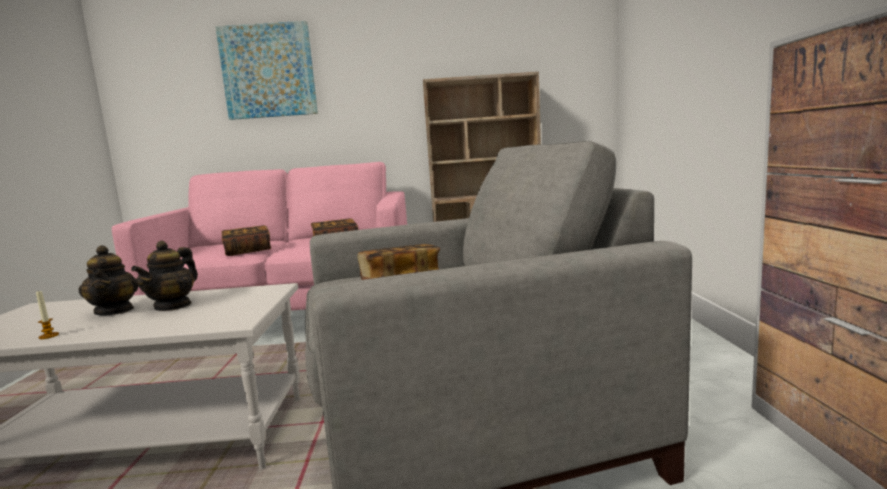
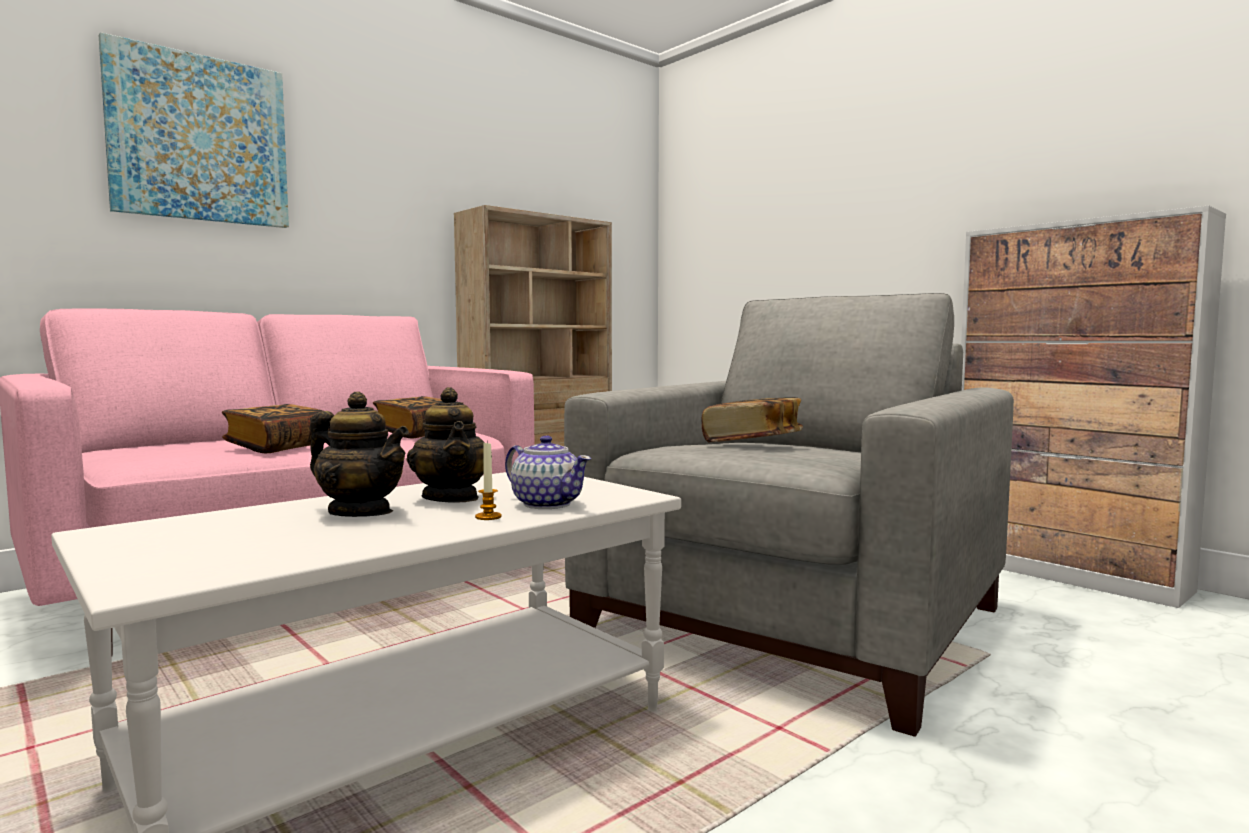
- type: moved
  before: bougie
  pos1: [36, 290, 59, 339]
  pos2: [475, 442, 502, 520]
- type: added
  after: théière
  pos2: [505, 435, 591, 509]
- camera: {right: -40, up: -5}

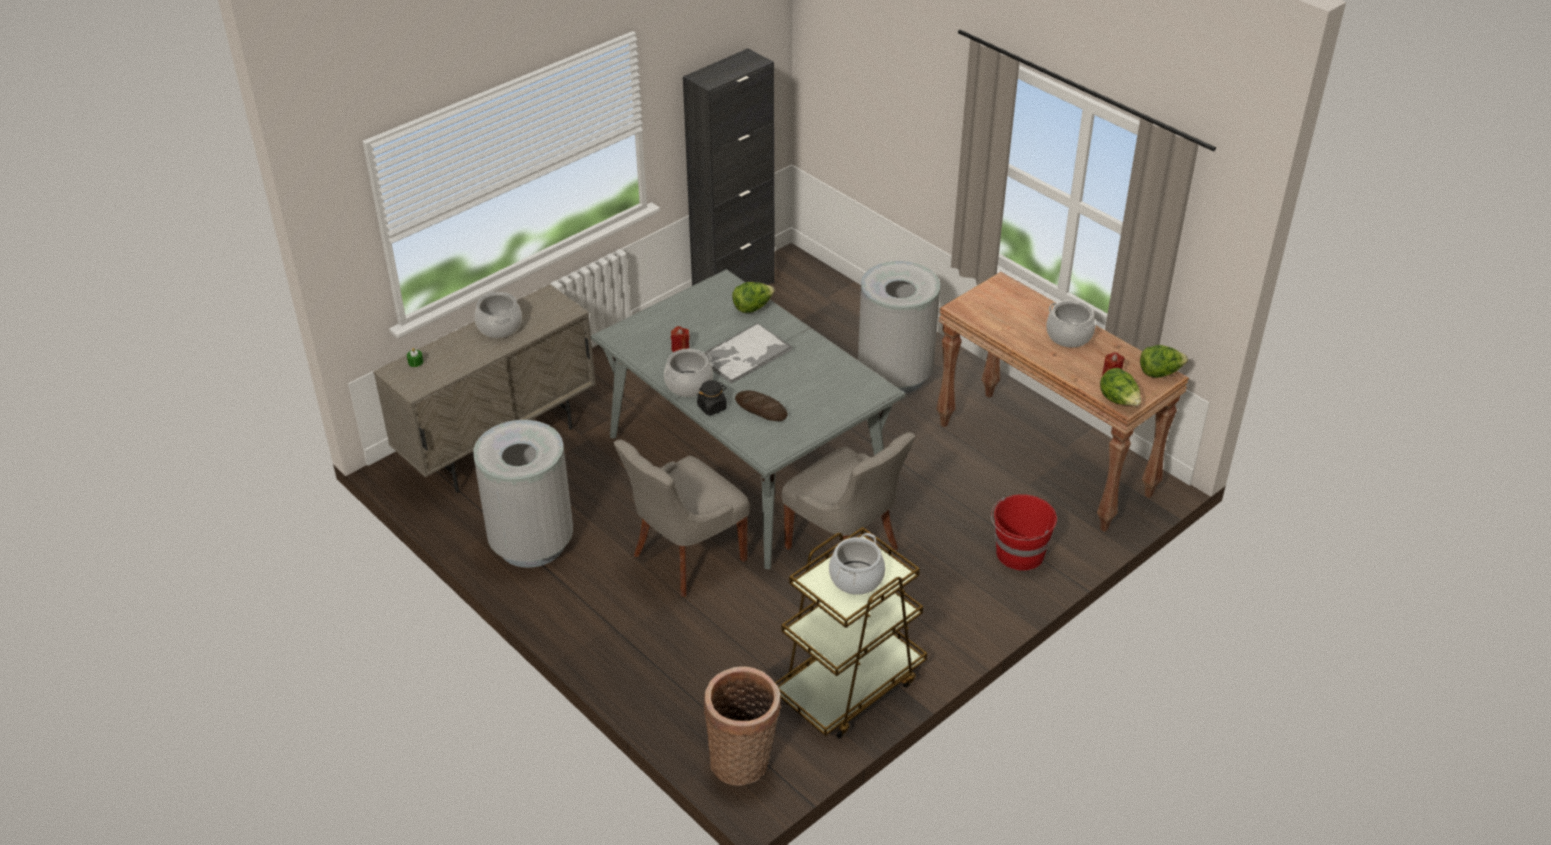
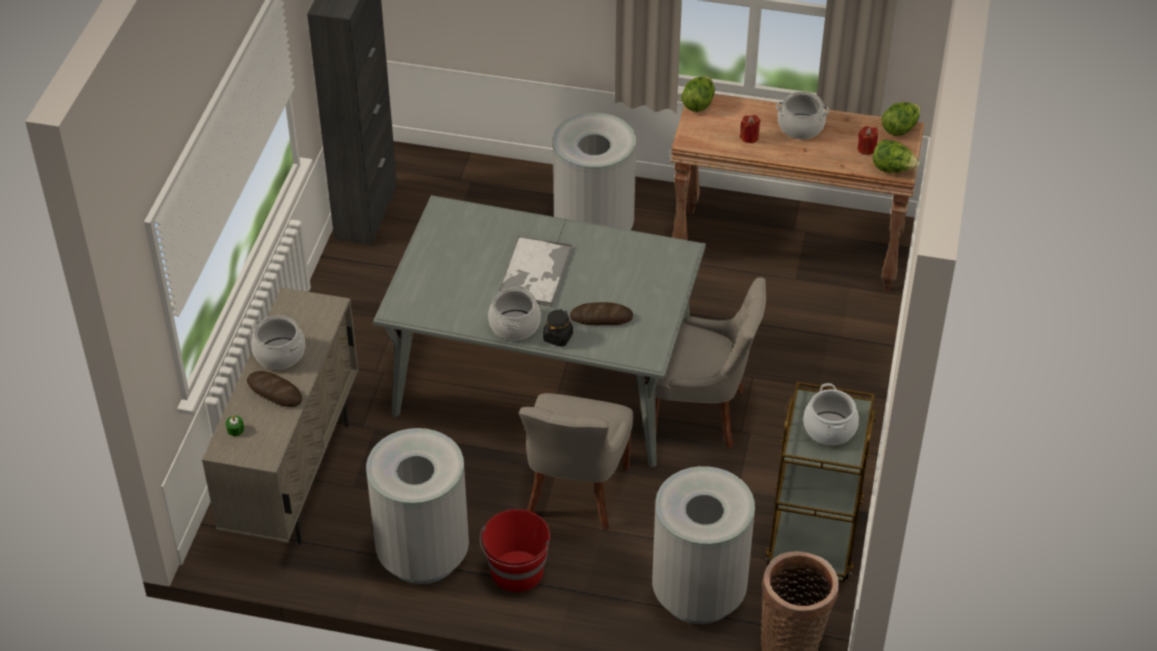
- type: moved
  before: laitue
  pos1: [732, 282, 775, 313]
  pos2: [681, 76, 715, 112]
- type: moved
  before: bougie [rouge]
  pos1: [671, 326, 690, 352]
  pos2: [740, 115, 760, 143]
- type: moved
  before: seau [rouge]
  pos1: [991, 494, 1057, 571]
  pos2: [480, 509, 550, 592]
- type: added
  after: pain
  pos2: [247, 371, 302, 407]
- type: added
  after: poubelle [gris]
  pos2: [652, 466, 755, 624]
- camera: {right: -35, up: 5}

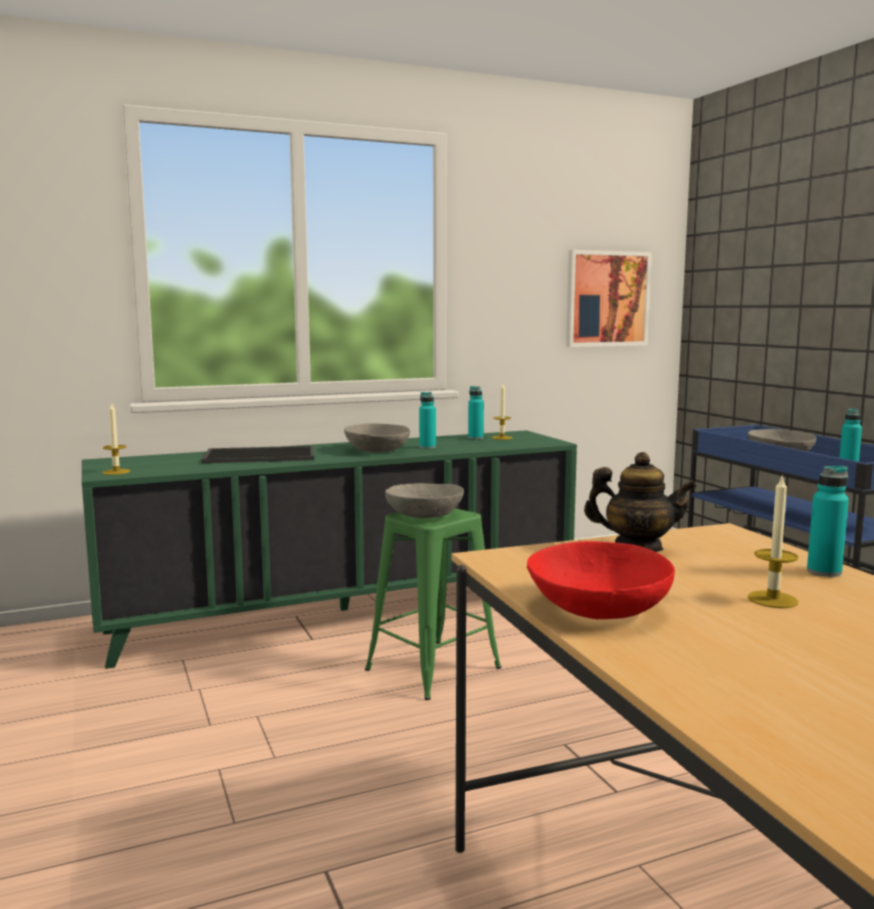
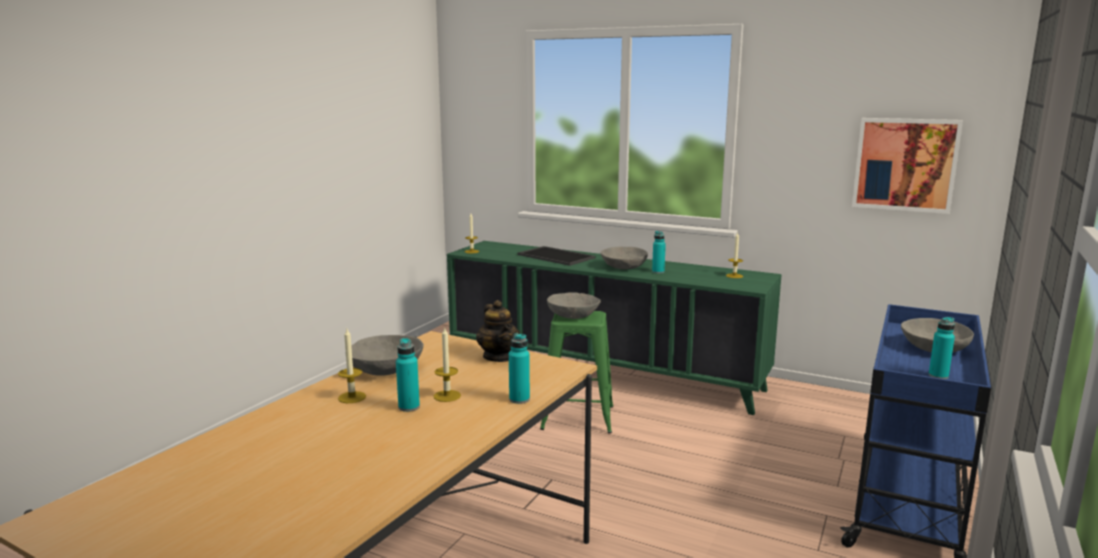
- type: moved
  before: bouteille [turquoise]
  pos1: [468, 386, 484, 440]
  pos2: [396, 338, 420, 412]
- type: recoloured
  before: bol [rouge]
  after: bol [gris]
  pos1: [527, 541, 675, 619]
  pos2: [351, 335, 424, 376]
- type: added
  after: bougie
  pos2: [338, 329, 366, 403]
- camera: {right: 50, up: 5}

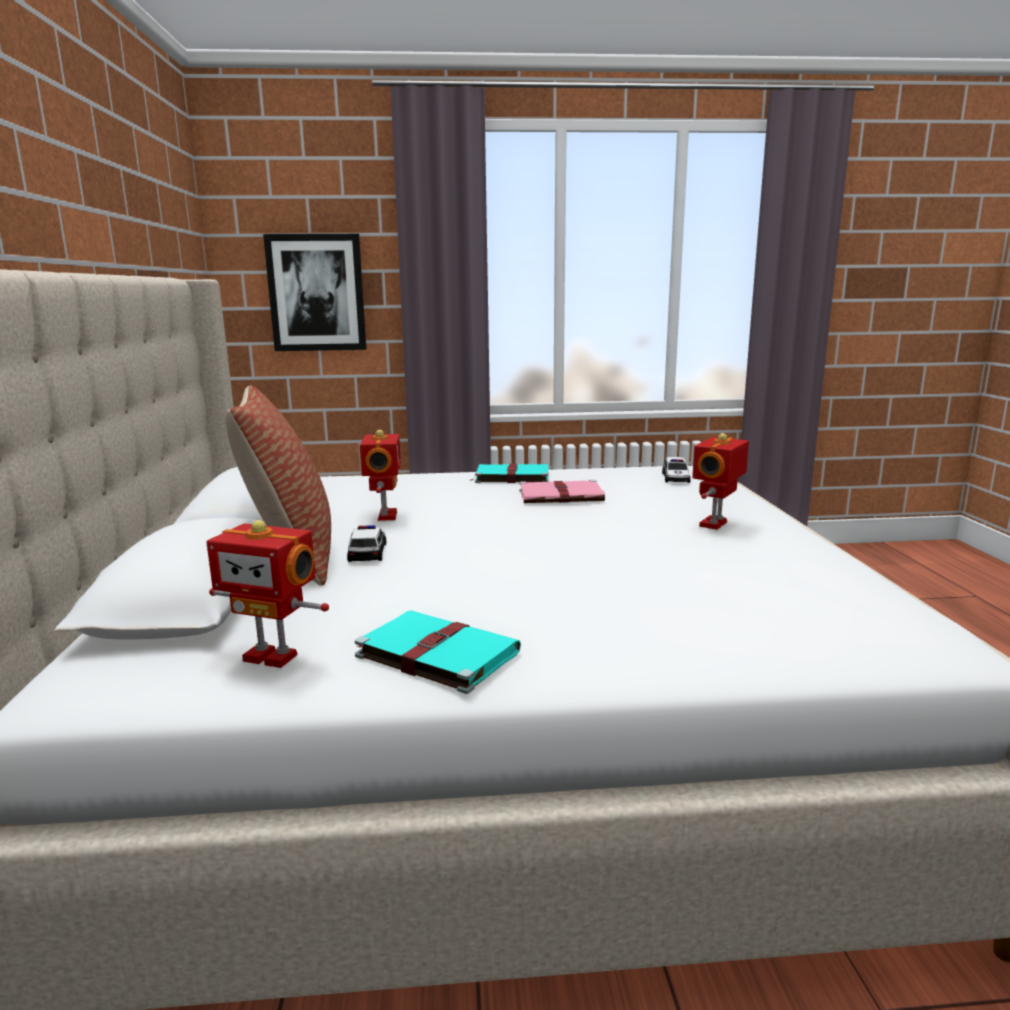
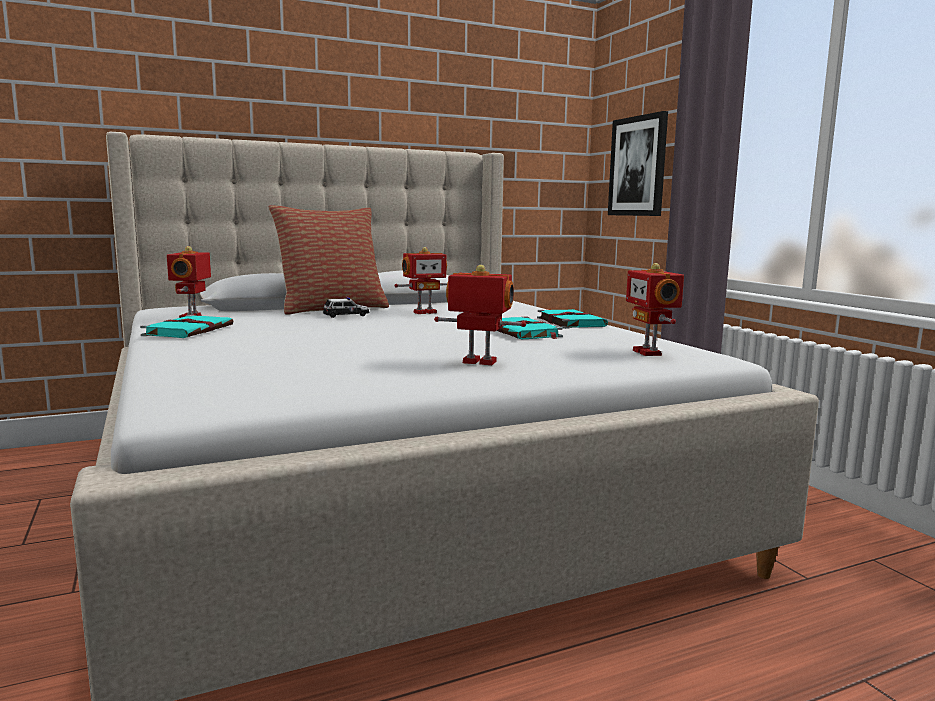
- type: replaced
  before: petite voiture
  after: robot jouet
  pos1: [662, 457, 691, 483]
  pos2: [626, 263, 684, 356]
- type: recoloured
  before: livre [rose]
  after: livre [turquoise]
  pos1: [520, 480, 605, 503]
  pos2: [497, 317, 563, 339]
- camera: {right: 70, up: -5}

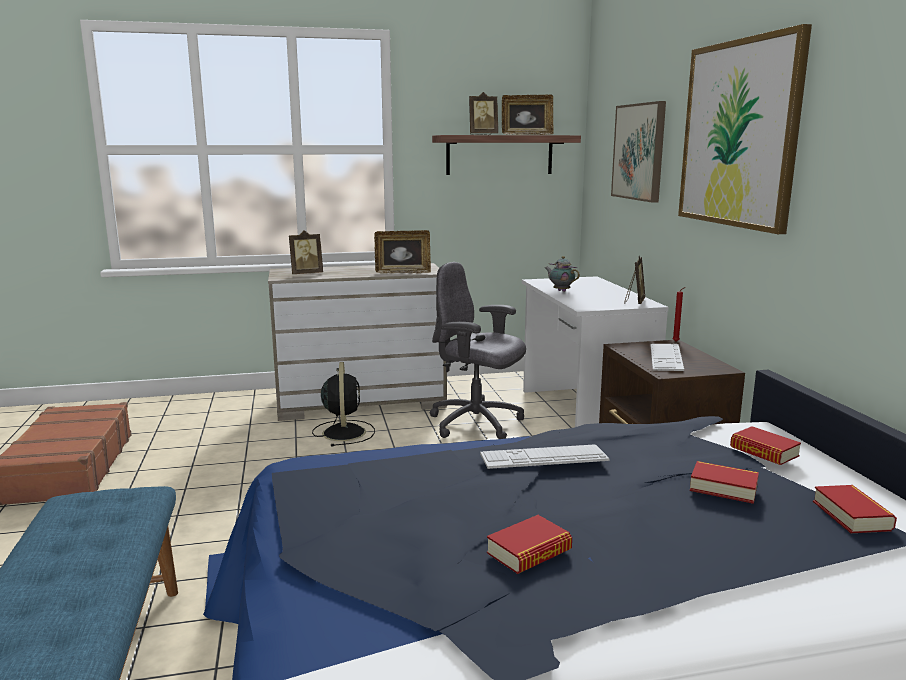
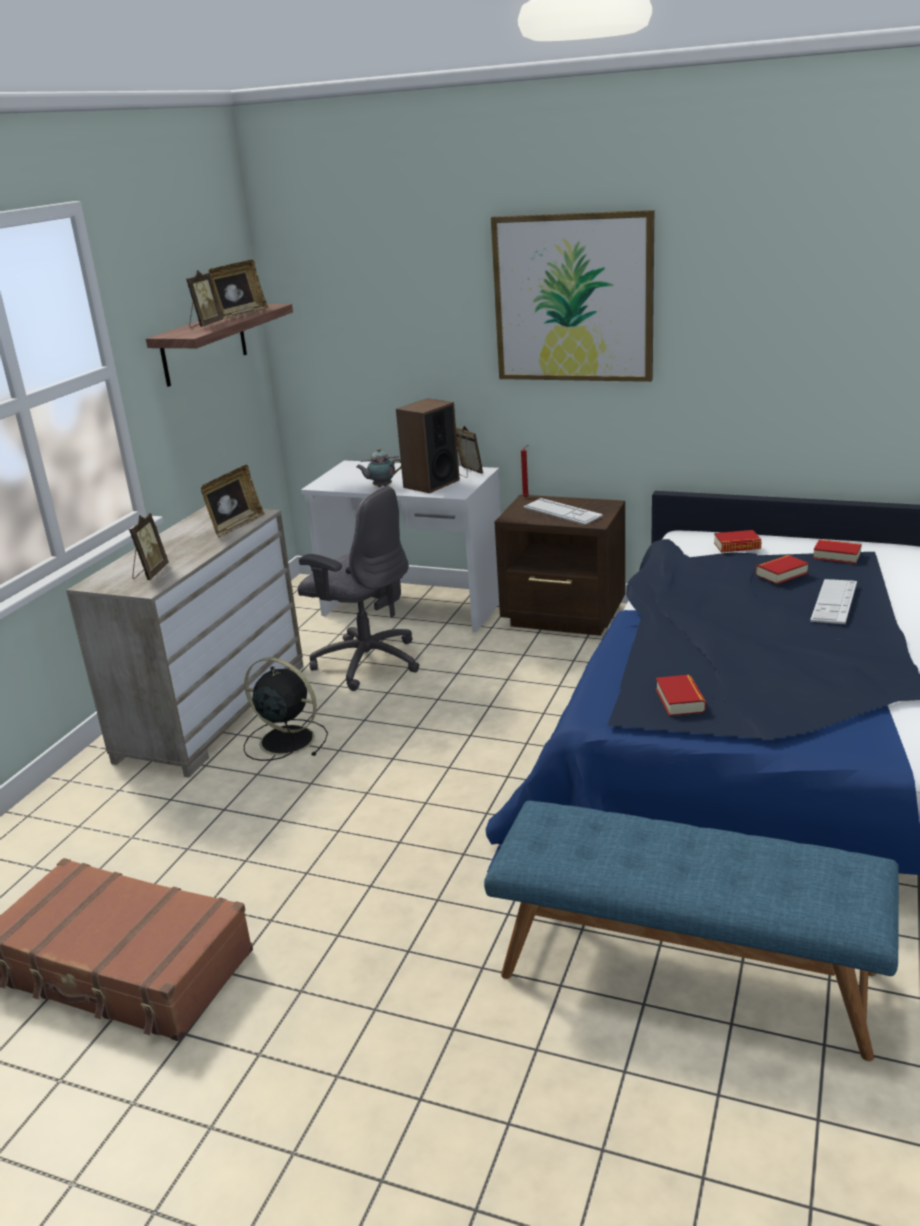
- type: removed
  before: tableau
  pos1: [611, 101, 666, 203]
- type: turned
  before: chaise de bureau [gris]
  pos1: [430, 262, 526, 439]
  pos2: [298, 486, 420, 691]
  turn: -120
- type: moved
  before: clavier
  pos1: [480, 444, 610, 469]
  pos2: [810, 579, 857, 624]
- type: moved
  before: livre
  pos1: [487, 515, 572, 574]
  pos2: [656, 675, 706, 716]
- type: added
  after: enceinte
  pos2: [396, 398, 460, 493]
- camera: {right: -55, up: 10}

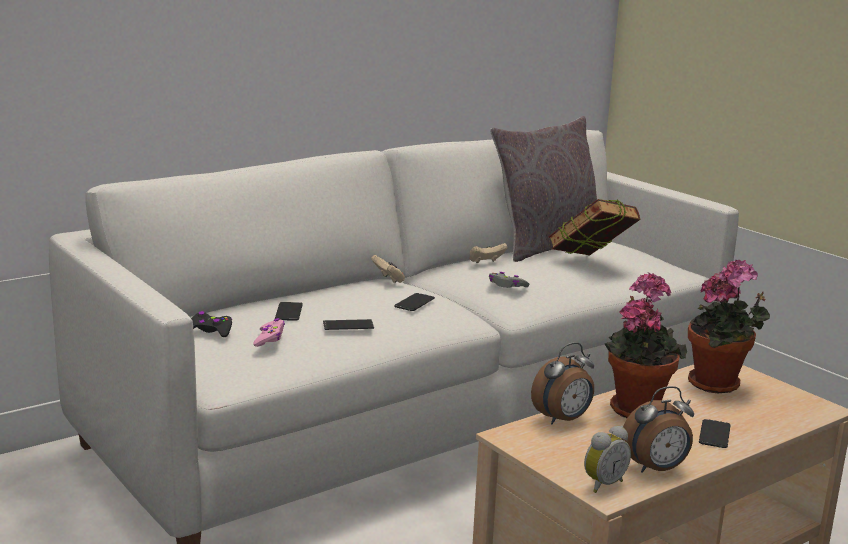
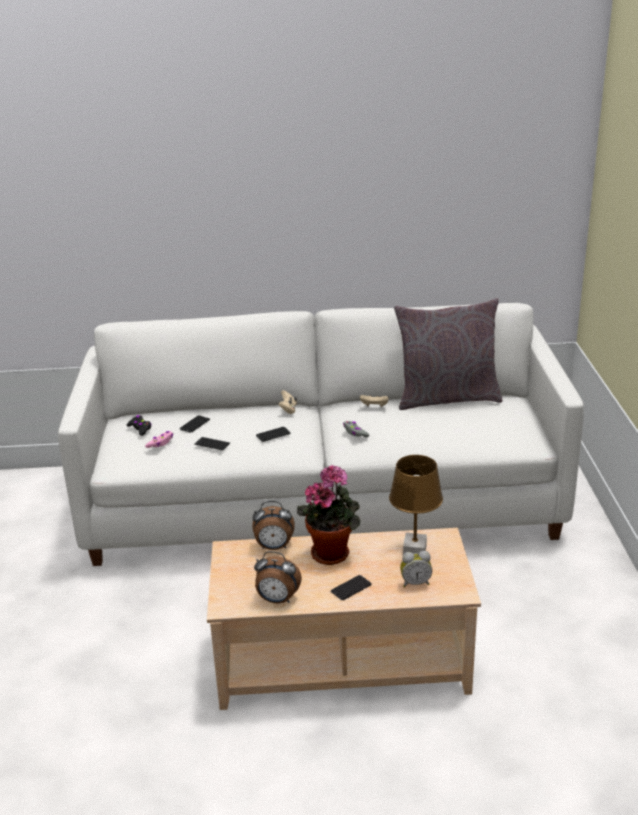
- type: removed
  before: livre
  pos1: [548, 199, 641, 255]
- type: replaced
  before: plante en pot
  after: lampe de table [marron]
  pos1: [688, 260, 770, 393]
  pos2: [389, 455, 443, 555]
- type: moved
  before: réveil
  pos1: [584, 426, 631, 493]
  pos2: [400, 551, 432, 587]
- camera: {right: 35, up: 10}

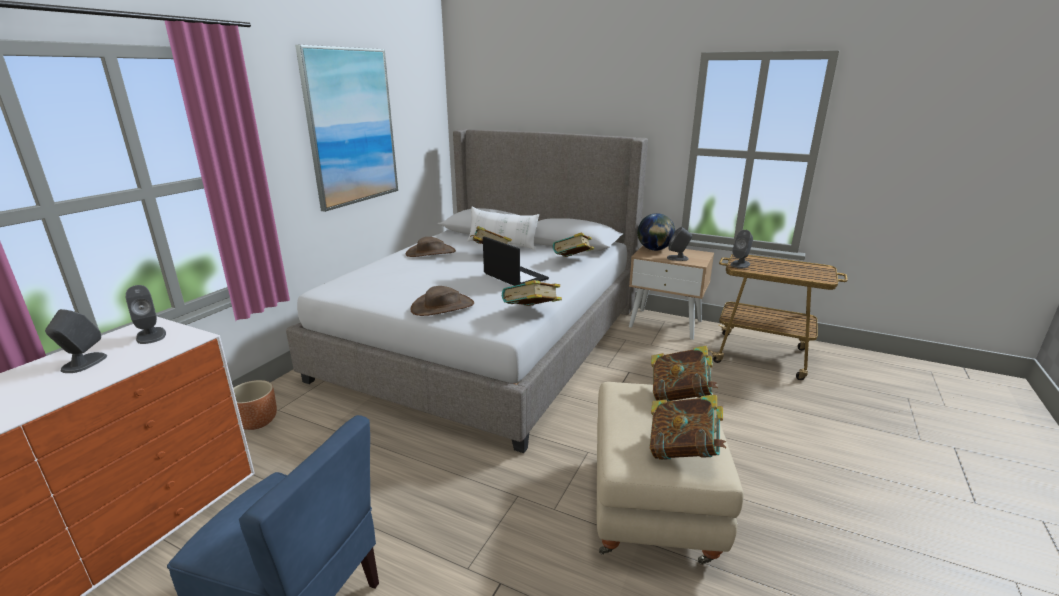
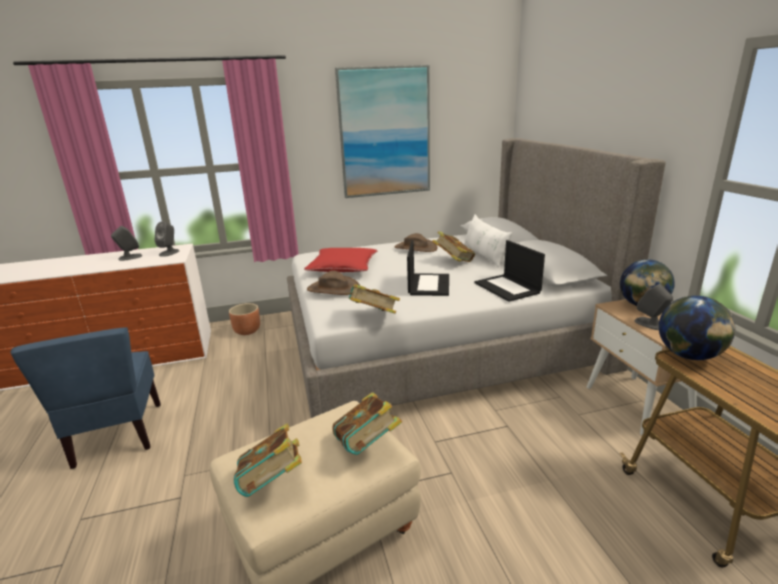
- type: replaced
  before: enceinte [gris]
  after: globe
  pos1: [731, 230, 753, 268]
  pos2: [659, 295, 735, 360]
- type: replaced
  before: livre
  after: ordinateur portable
  pos1: [553, 232, 594, 257]
  pos2: [474, 240, 545, 302]
- type: added
  after: coussin [rouge]
  pos2: [304, 248, 378, 272]
- camera: {right: 50, up: 0}

